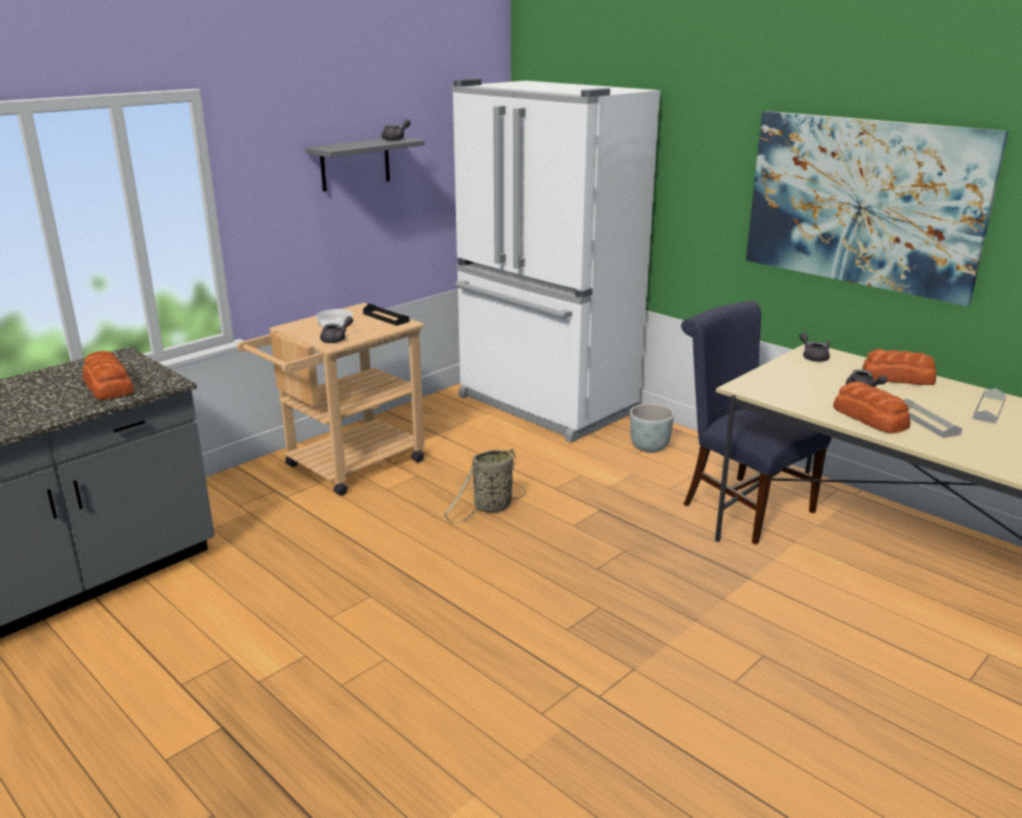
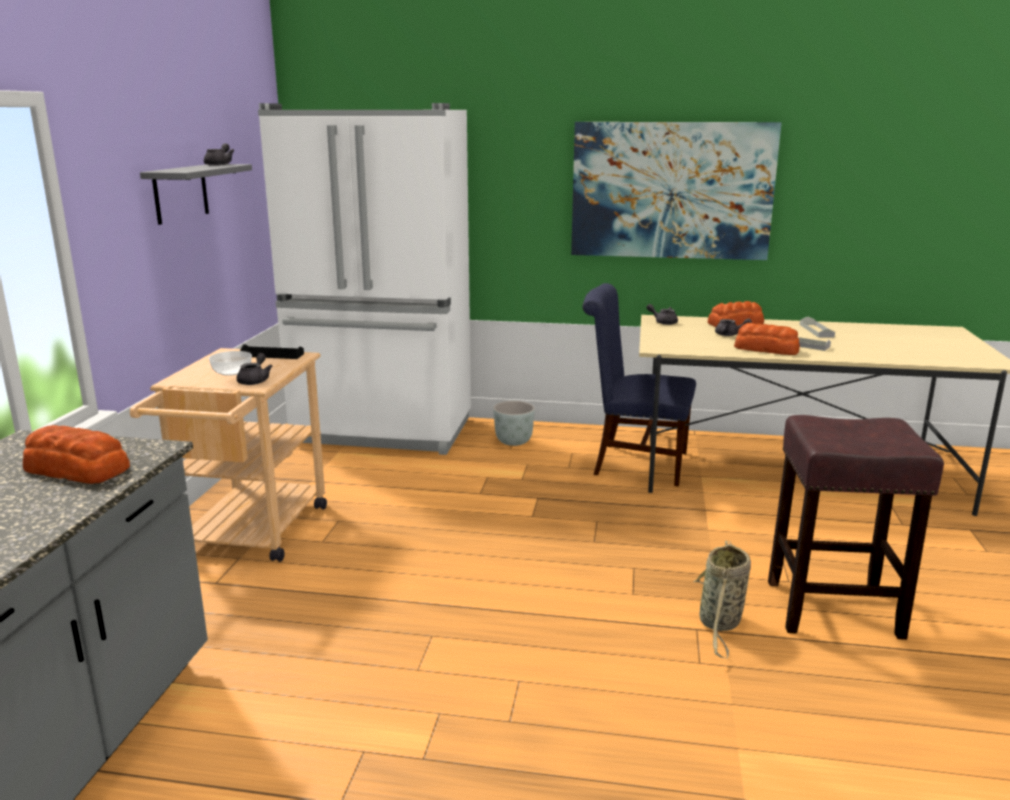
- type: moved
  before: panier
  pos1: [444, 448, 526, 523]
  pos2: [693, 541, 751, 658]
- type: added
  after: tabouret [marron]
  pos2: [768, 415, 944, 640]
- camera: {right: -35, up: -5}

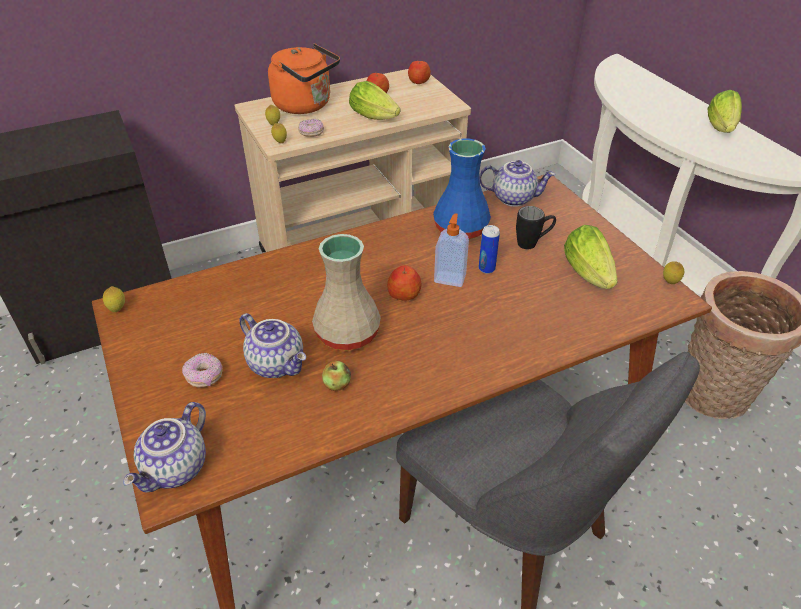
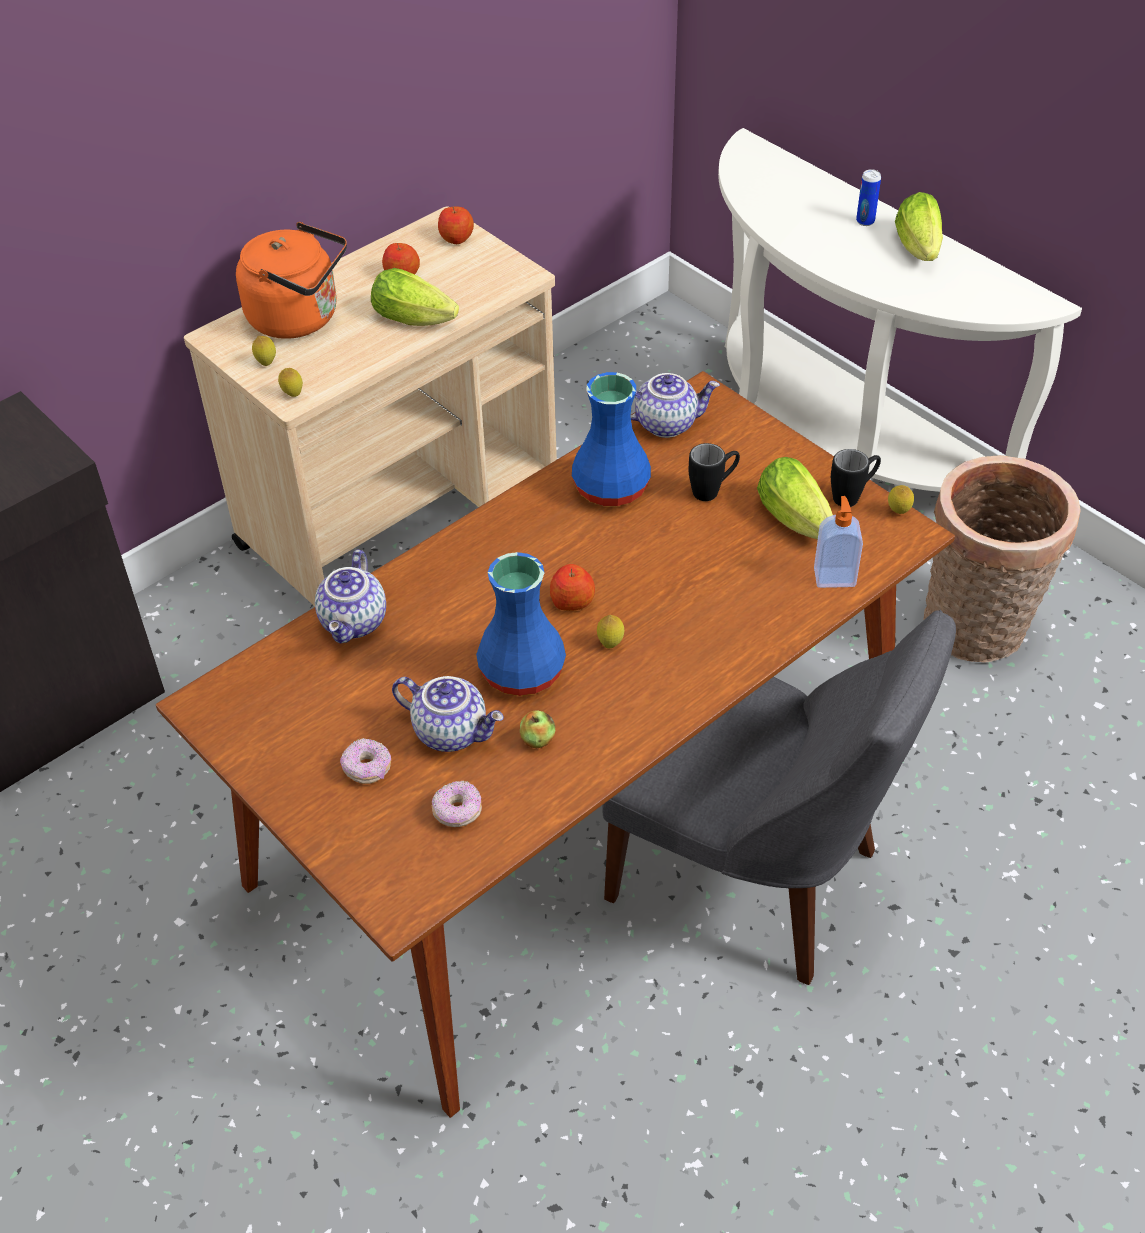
- type: moved
  before: beignet
  pos1: [298, 119, 324, 137]
  pos2: [432, 780, 482, 827]
- type: moved
  before: distributeur de savon
  pos1: [434, 213, 469, 287]
  pos2: [814, 496, 863, 588]
- type: moved
  before: boîte métallique
  pos1: [479, 225, 500, 274]
  pos2: [856, 169, 881, 226]
- type: recoloured
  before: vase [beige]
  after: vase [bleu]
  pos1: [312, 234, 381, 350]
  pos2: [476, 552, 566, 696]
- type: moved
  before: citron
  pos1: [103, 286, 125, 312]
  pos2: [597, 615, 624, 648]
- type: moved
  before: théière
  pos1: [123, 402, 206, 493]
  pos2: [315, 549, 386, 644]
- type: added
  after: mug [noir]
  pos2: [831, 449, 881, 507]
- camera: {right: -15, up: 5}

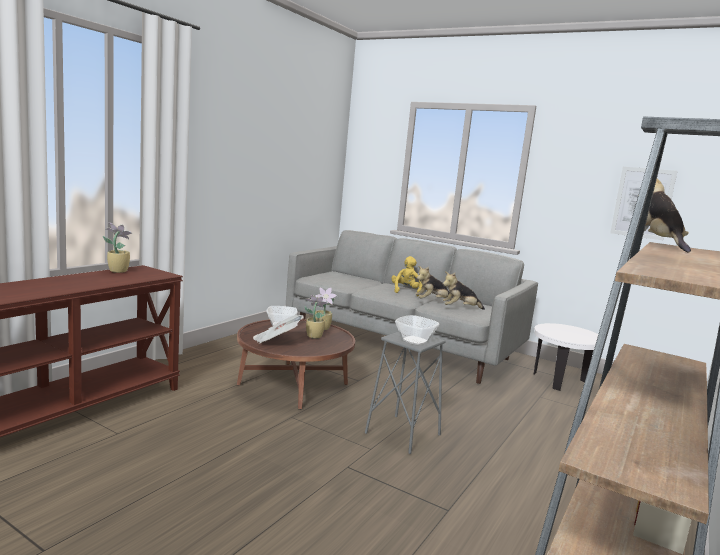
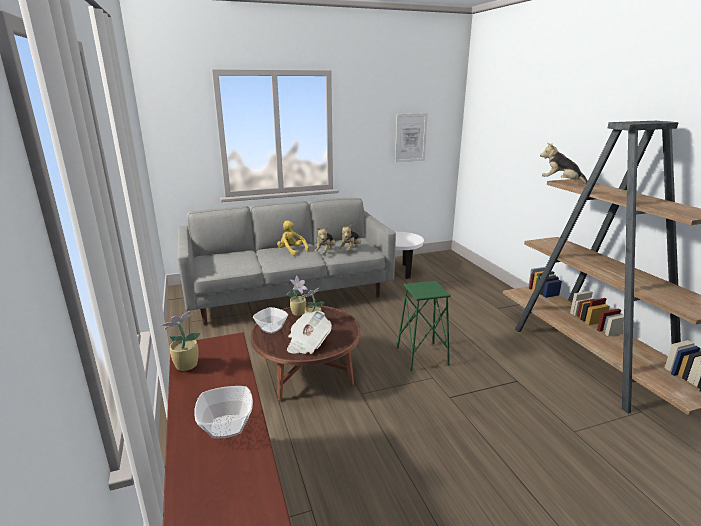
- type: moved
  before: bol
  pos1: [395, 315, 439, 345]
  pos2: [194, 386, 253, 439]
- type: recoloured
  before: tabouret [gris]
  after: tabouret [vert]
  pos1: [365, 332, 445, 454]
  pos2: [397, 281, 451, 371]
- camera: {right: -50, up: 10}

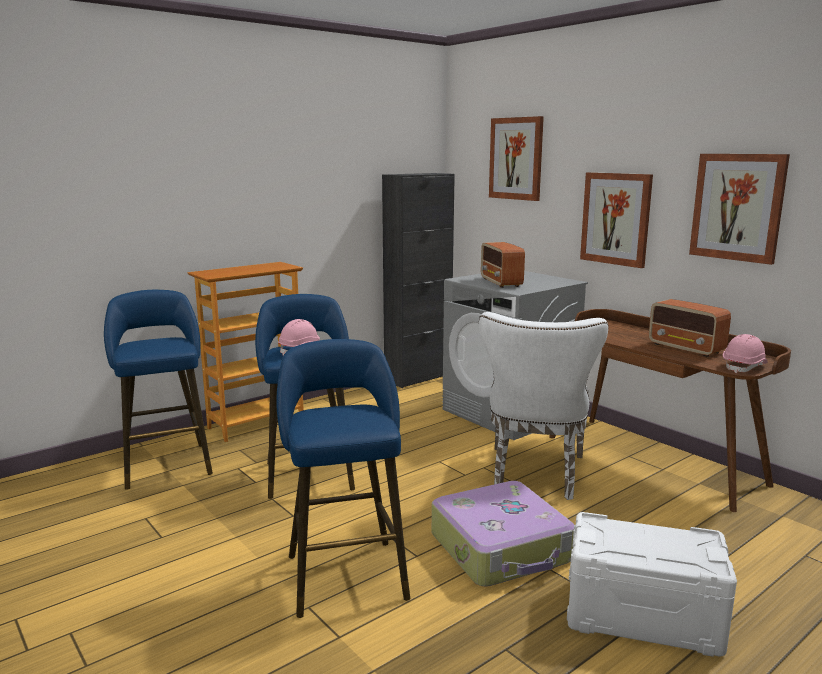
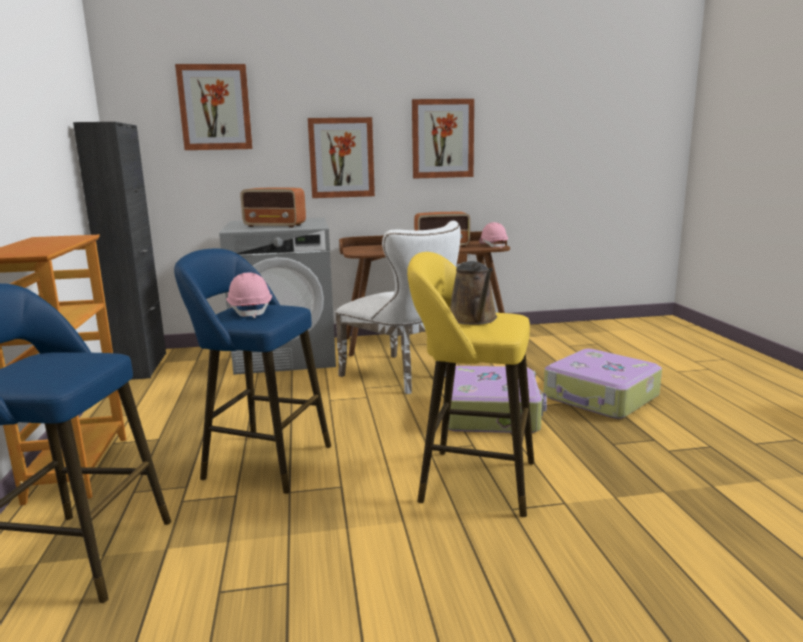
- type: recoloured
  before: tabouret [bleu]
  after: tabouret [jaune]
  pos1: [276, 339, 410, 618]
  pos2: [407, 252, 534, 517]
- type: replaced
  before: boîte de rangement [blanc]
  after: valise
  pos1: [567, 512, 737, 657]
  pos2: [543, 349, 662, 419]
- type: added
  after: arrosoir [marron]
  pos2: [450, 261, 497, 325]
- camera: {right: -60, up: 0}

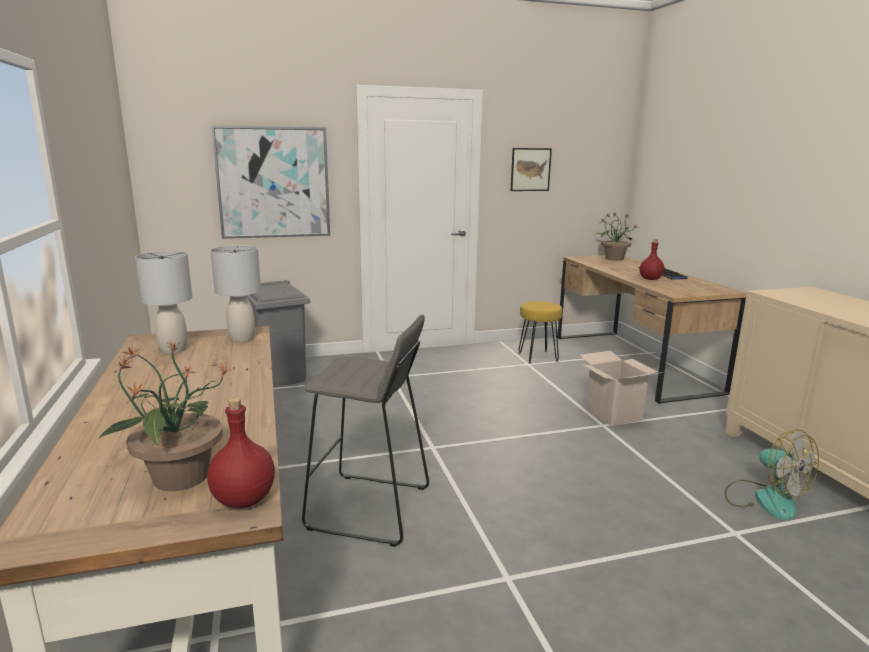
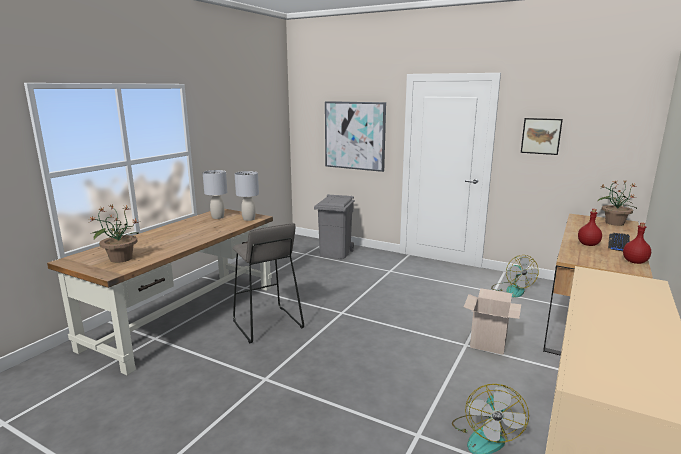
- type: replaced
  before: tabouret [jaune]
  after: ventilateur
  pos1: [519, 301, 563, 363]
  pos2: [491, 255, 539, 297]
- type: moved
  before: bouteille [rouge]
  pos1: [207, 398, 275, 508]
  pos2: [623, 222, 651, 264]
- camera: {right: 45, up: 0}

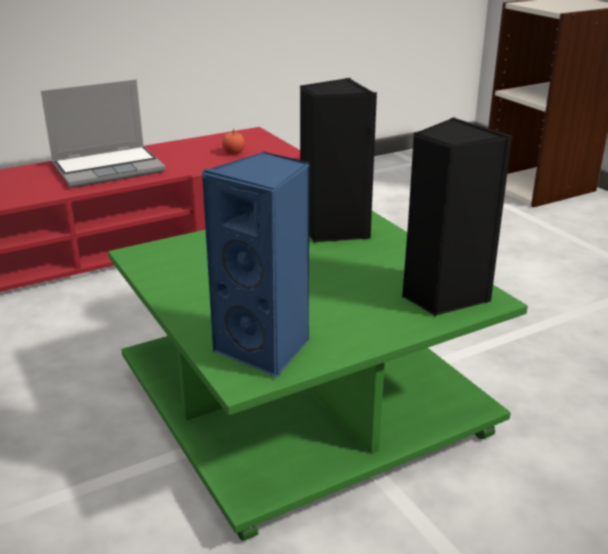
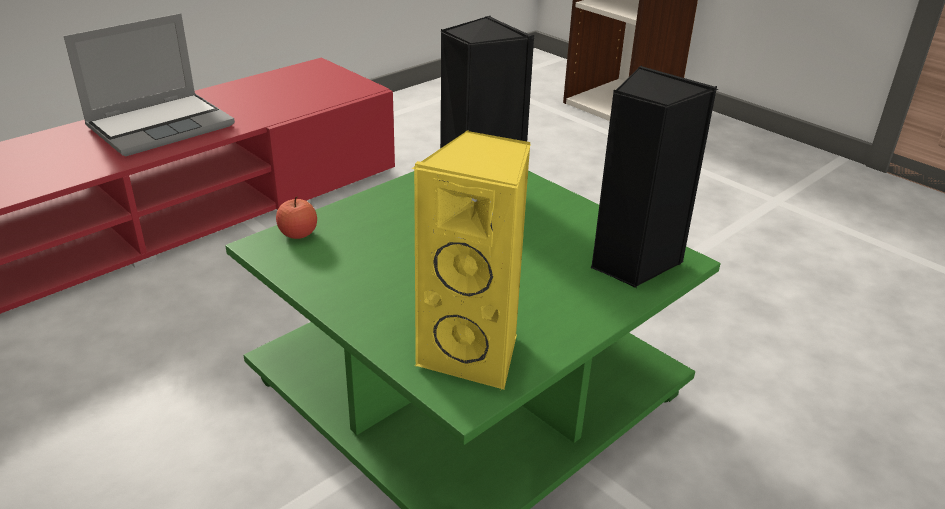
- type: moved
  before: pomme
  pos1: [222, 129, 245, 154]
  pos2: [276, 197, 317, 239]
- type: recoloured
  before: enceinte [bleu]
  after: enceinte [jaune]
  pos1: [201, 152, 310, 379]
  pos2: [411, 131, 530, 390]
- camera: {right: -15, up: 5}

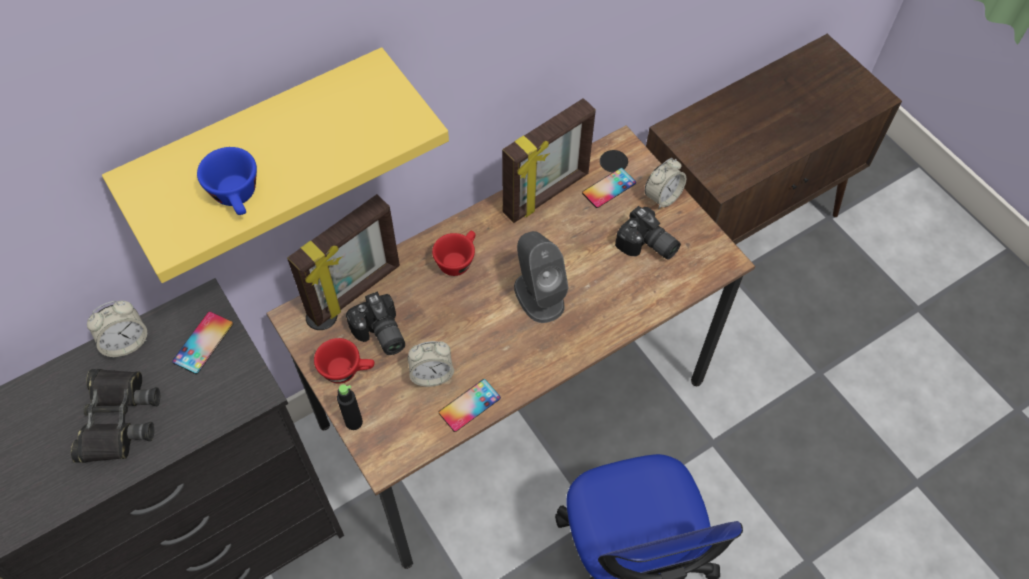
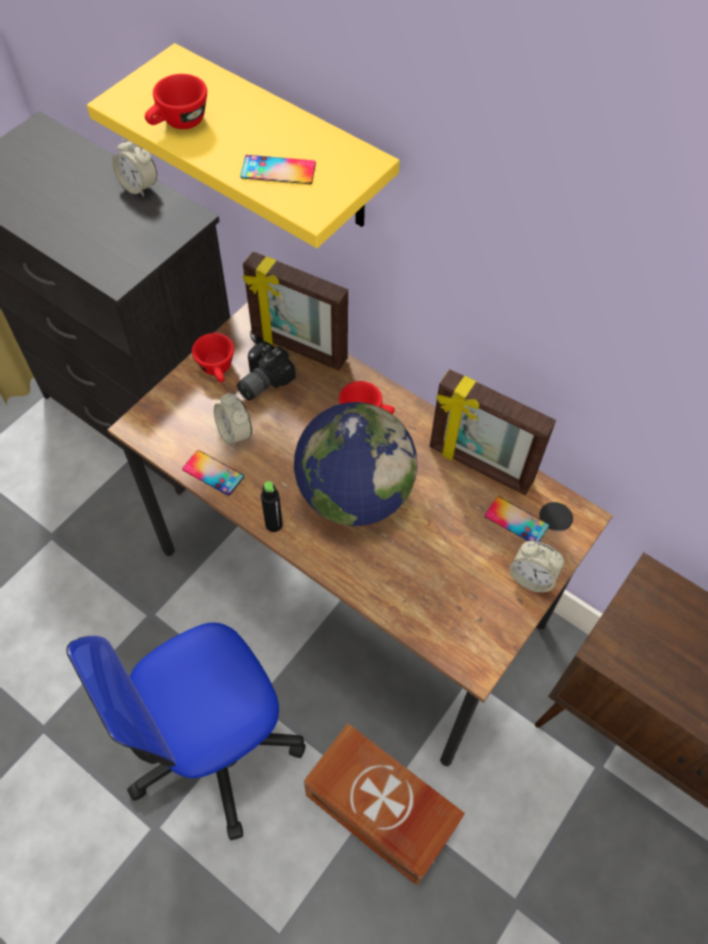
- type: recoloured
  before: tasse [bleu]
  after: tasse [rouge]
  pos1: [197, 147, 257, 215]
  pos2: [145, 74, 207, 129]
- type: removed
  before: appareil photo
  pos1: [615, 206, 681, 260]
- type: replaced
  before: enceinte [gris]
  after: globe
  pos1: [514, 231, 568, 323]
  pos2: [294, 402, 417, 526]
- type: moved
  before: téléphone
  pos1: [172, 311, 233, 374]
  pos2: [240, 155, 316, 184]
- type: removed
  before: jumelles [noir]
  pos1: [71, 369, 160, 463]
- type: moved
  before: bouteille [noir]
  pos1: [337, 384, 363, 430]
  pos2: [261, 481, 283, 532]
- type: added
  after: boîte de rangement [marron]
  pos2: [304, 723, 465, 886]
- camera: {right: 70, up: 0}

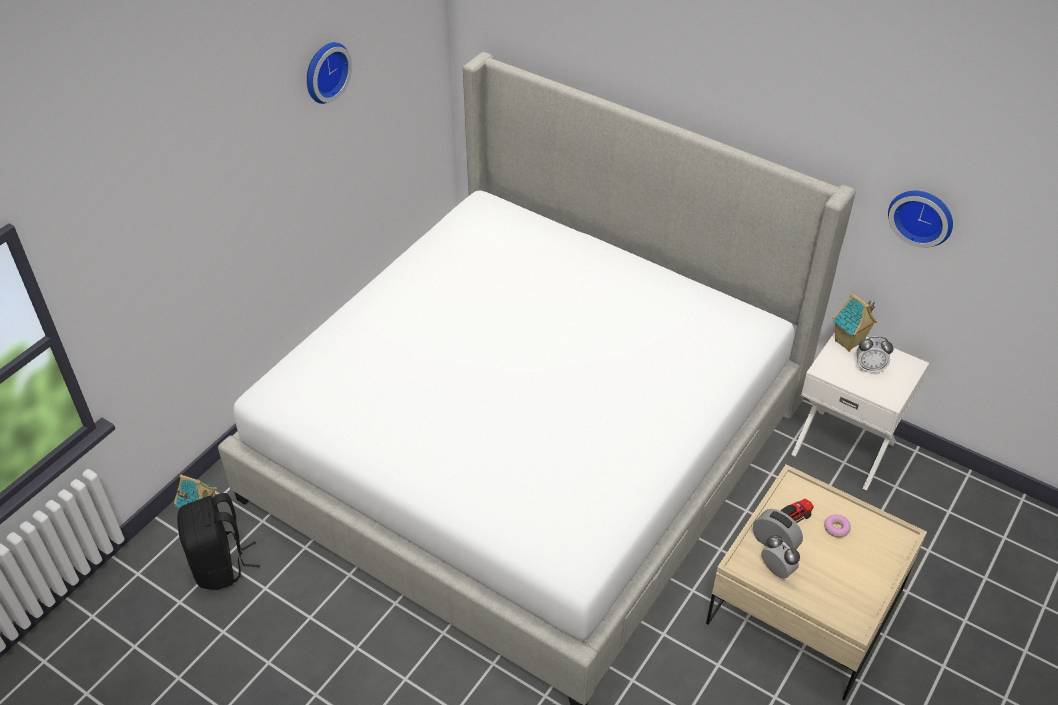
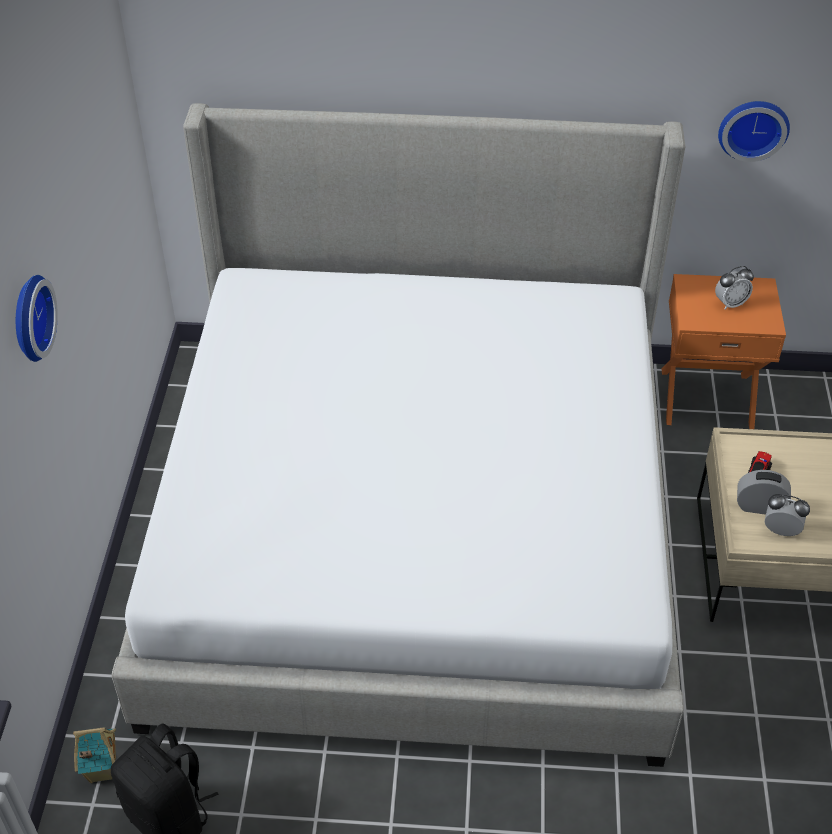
- type: moved
  before: horloge murale
  pos1: [307, 42, 352, 104]
  pos2: [16, 275, 58, 362]
- type: removed
  before: maison miniature
  pos1: [832, 293, 877, 352]
- type: recoloured
  before: table de chevet [blanc]
  after: table de chevet [orange]
  pos1: [791, 332, 929, 490]
  pos2: [662, 274, 786, 429]
- type: removed
  before: beignet
  pos1: [824, 514, 851, 538]
- camera: {right: -30, up: 0}

